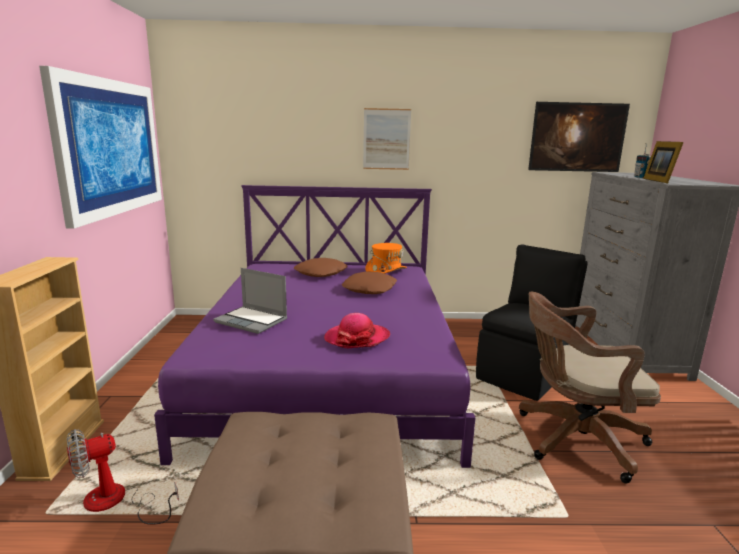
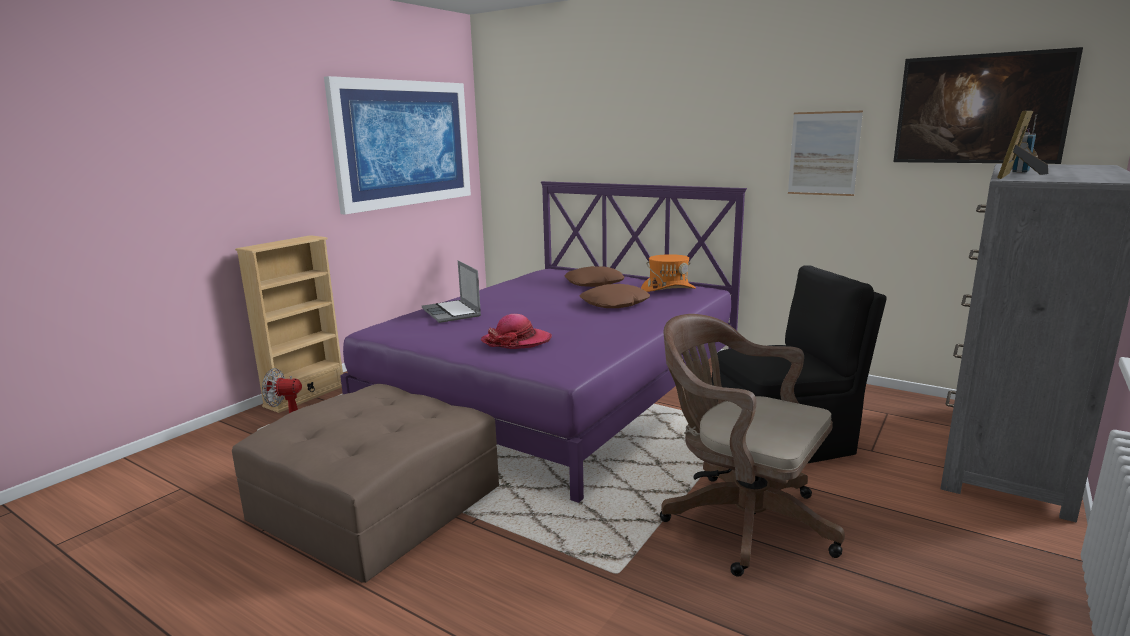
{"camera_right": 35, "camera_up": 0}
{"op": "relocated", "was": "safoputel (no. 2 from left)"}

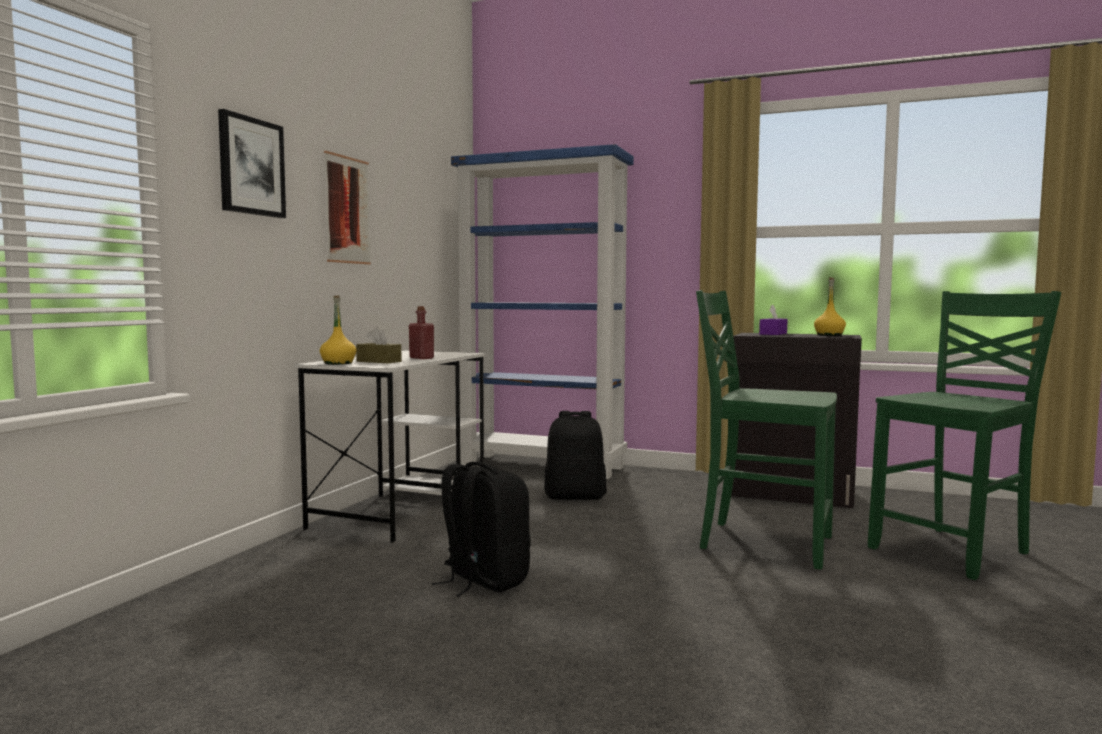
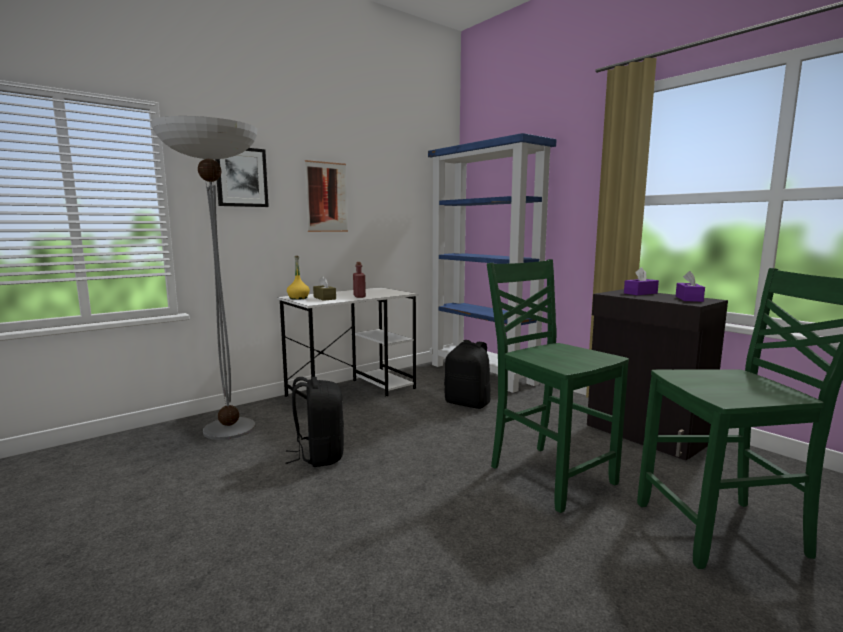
{"camera_right": 30, "camera_up": 5}
{"op": "exchanged", "was": "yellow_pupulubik (no. 2 from left)", "now": "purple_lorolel (no. 2 from left)"}
{"op": "appeared", "now": "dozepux"}

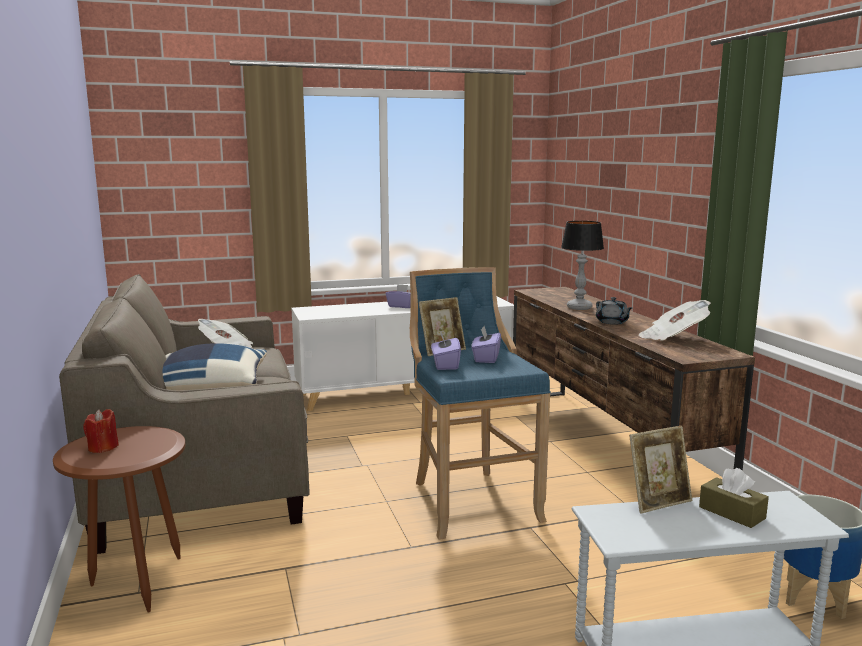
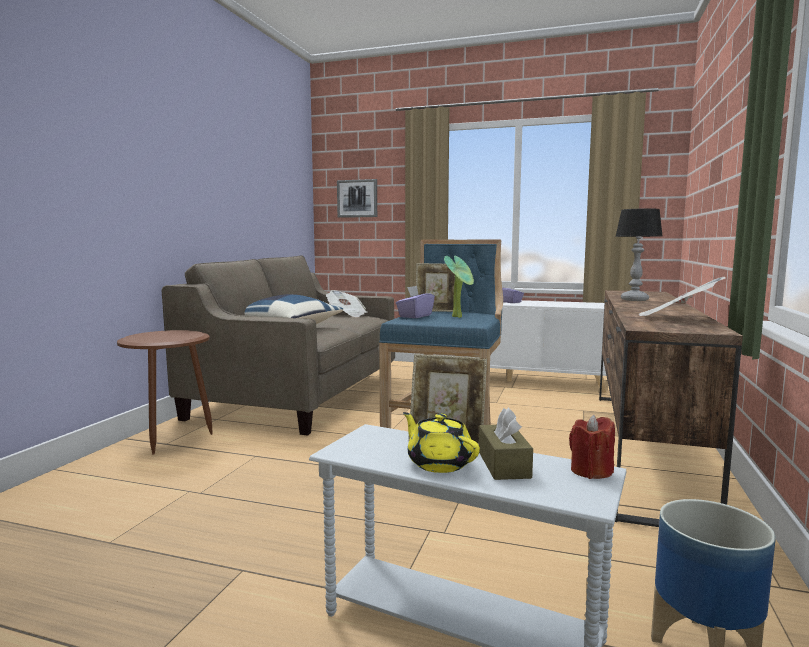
{"camera_right": 35, "camera_up": -5}
{"op": "missing", "was": "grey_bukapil"}
{"op": "exchanged", "was": "purple_lorolel (no. 3 from left)", "now": "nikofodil"}
{"op": "relocated", "was": "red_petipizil"}
{"op": "appeared", "now": "safoputel"}
{"op": "appeared", "now": "yellow_bukapil"}

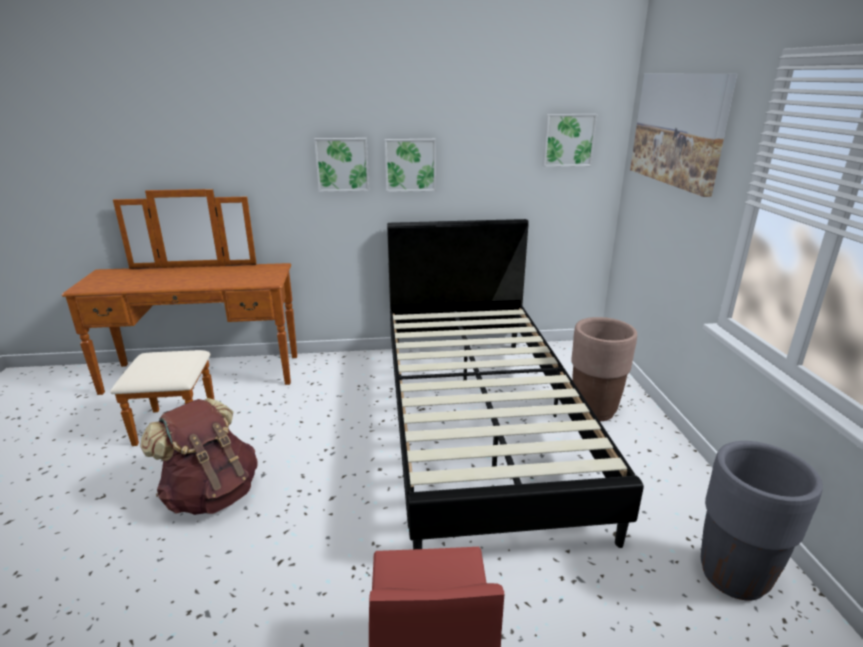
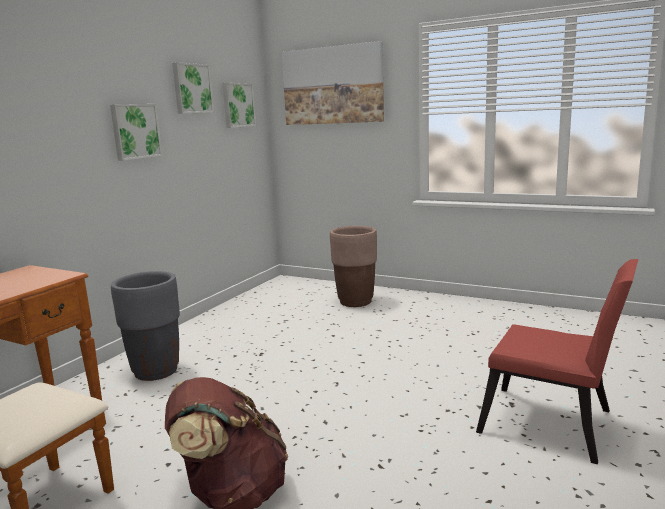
{"camera_right": -55, "camera_up": -10}
{"op": "relocated", "was": "safoputel (no. 1 from left in the first image)", "now": "safoputel (no. 2 from left)"}
{"op": "missing", "was": "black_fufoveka"}
{"op": "relocated", "was": "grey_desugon"}

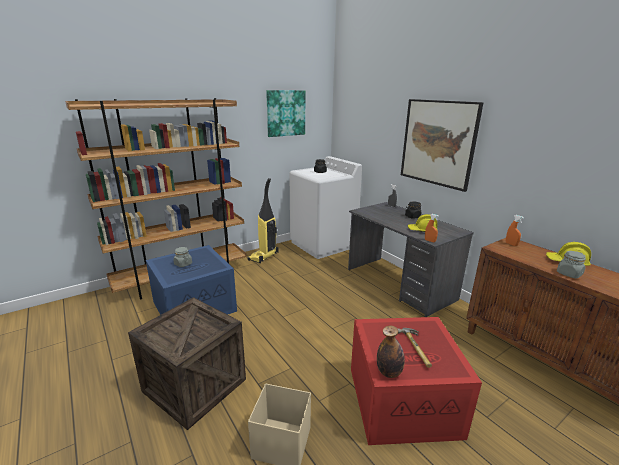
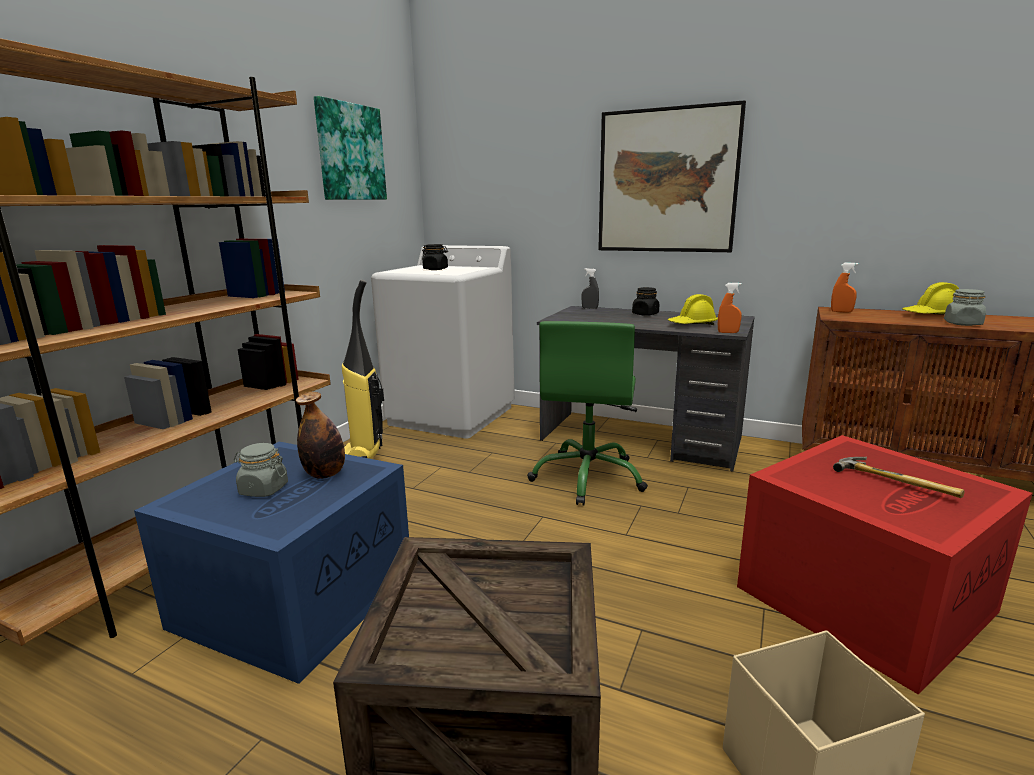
{"camera_right": -30, "camera_up": -5}
{"op": "relocated", "was": "pupulubik"}
{"op": "appeared", "now": "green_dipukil"}

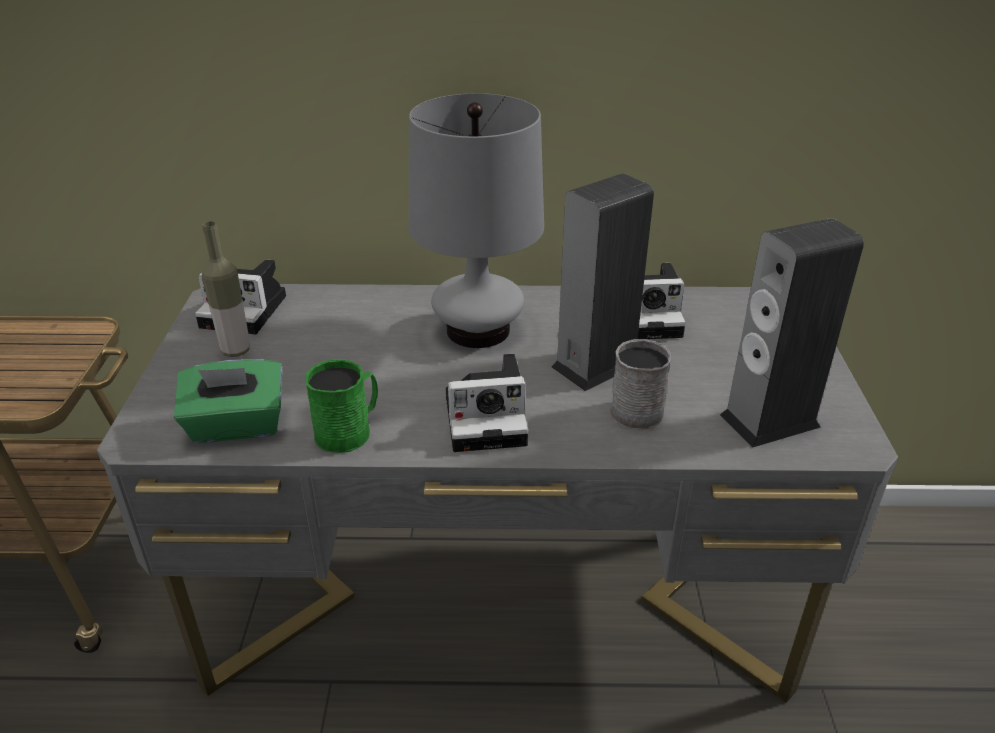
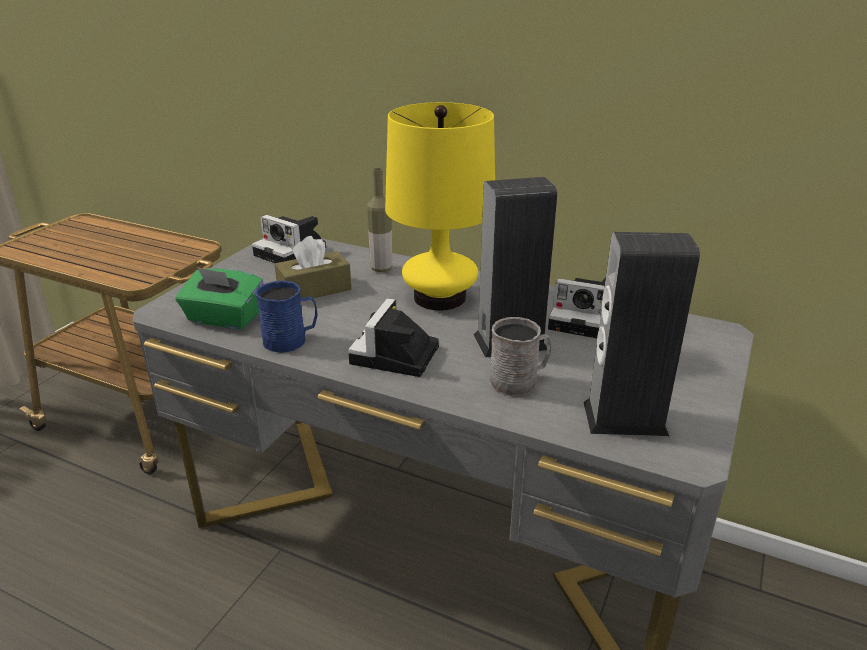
{"camera_right": 25, "camera_up": -5}
{"op": "colour", "was": "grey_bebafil", "now": "yellow_bebafil"}
{"op": "relocated", "was": "pupulubik"}
{"op": "spun", "was": "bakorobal (no. 2 from left)", "clockwise": 90}
{"op": "colour", "was": "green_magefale", "now": "blue_magefale"}
{"op": "appeared", "now": "brown_lorolel"}

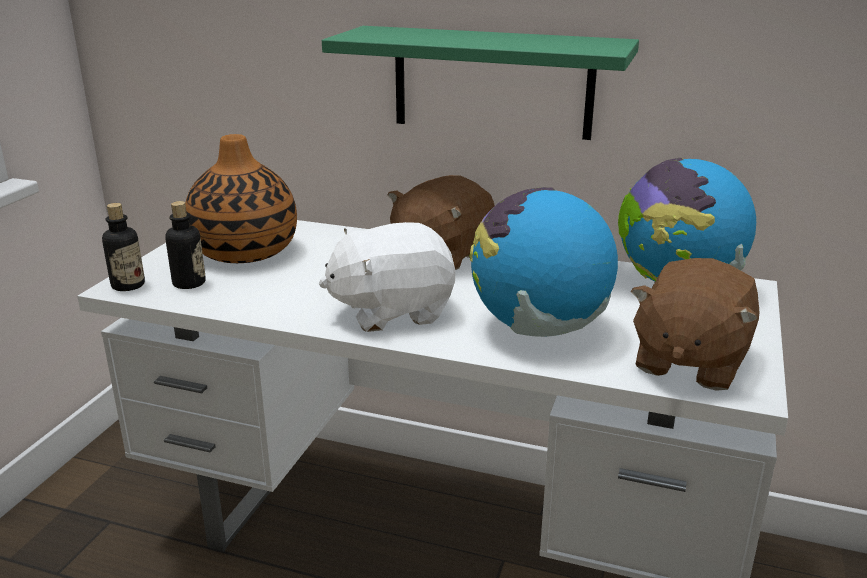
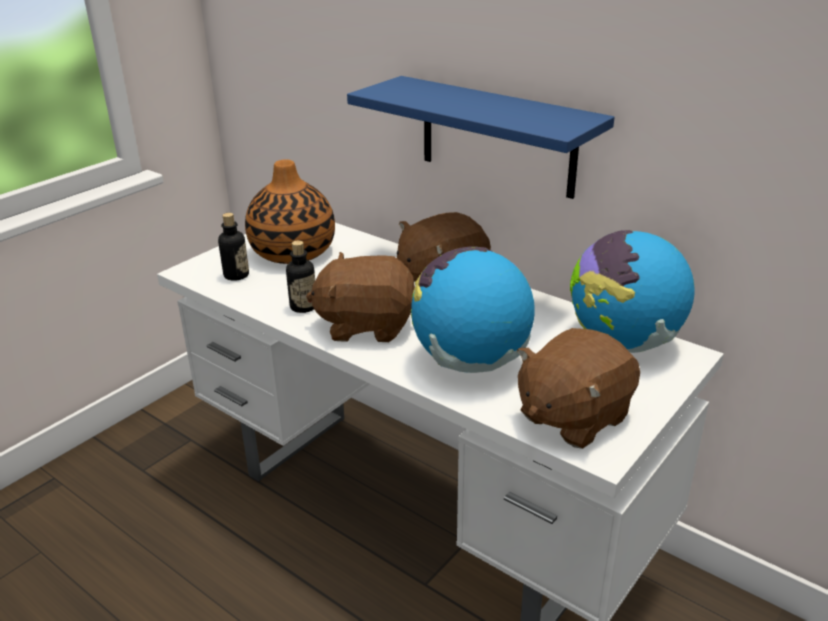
{"camera_right": 20, "camera_up": 5}
{"op": "colour", "was": "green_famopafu", "now": "blue_famopafu"}
{"op": "relocated", "was": "pupulubik (no. 1 from left in the first image)", "now": "pupulubik (no. 2 from left)"}
{"op": "colour", "was": "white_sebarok", "now": "brown_sebarok (no. 1 from left)"}

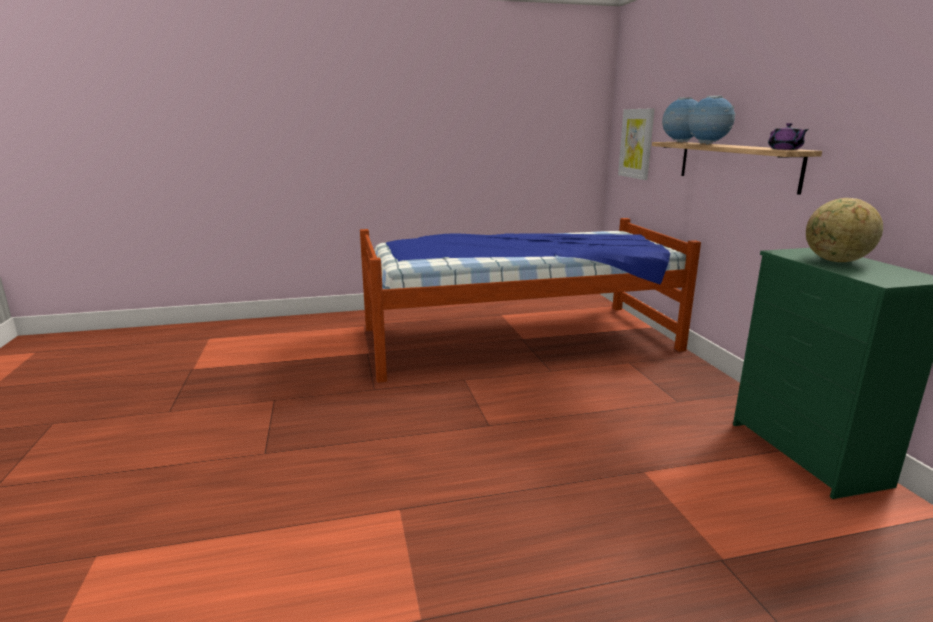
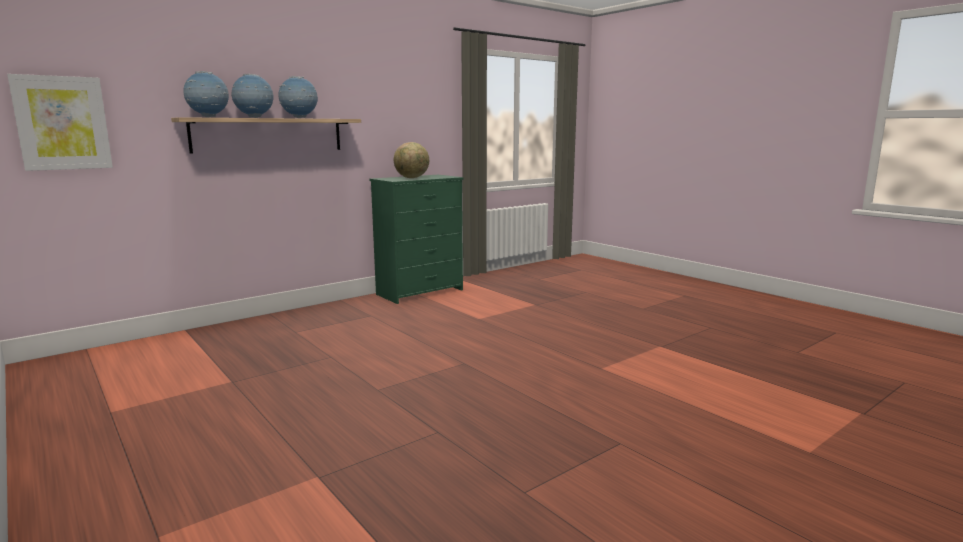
{"camera_right": -115, "camera_up": -5}
{"op": "missing", "was": "purple_bukapil"}
{"op": "missing", "was": "fufoveka"}
{"op": "appeared", "now": "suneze (no. 3 from left)"}

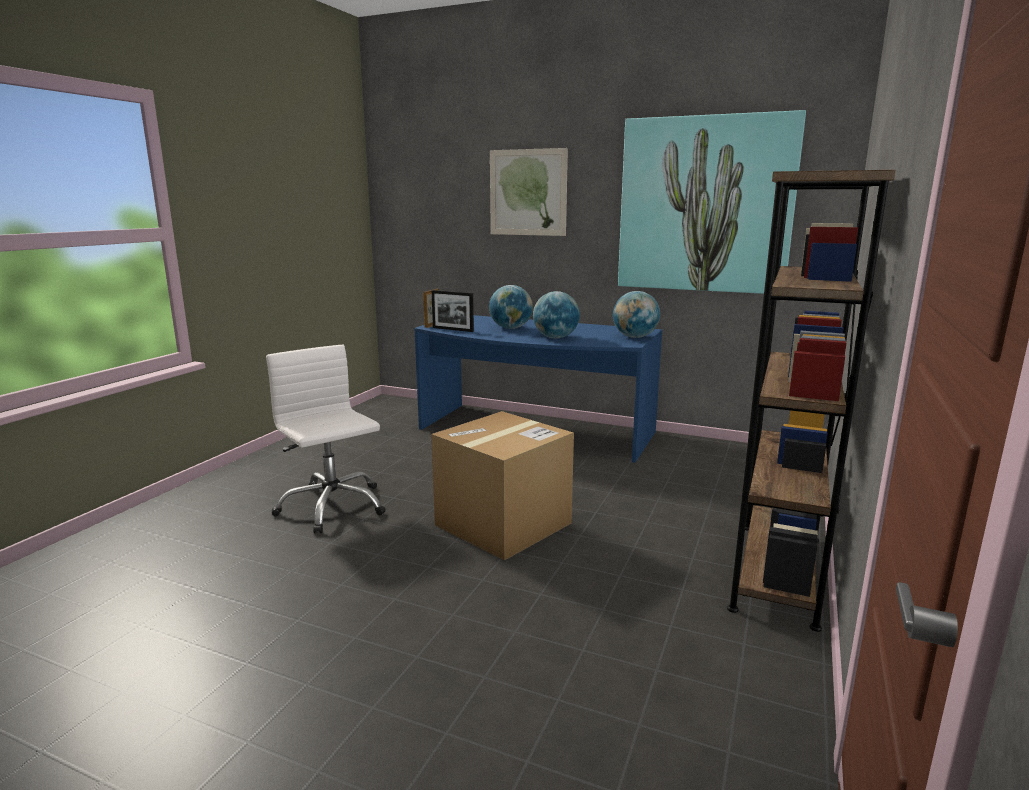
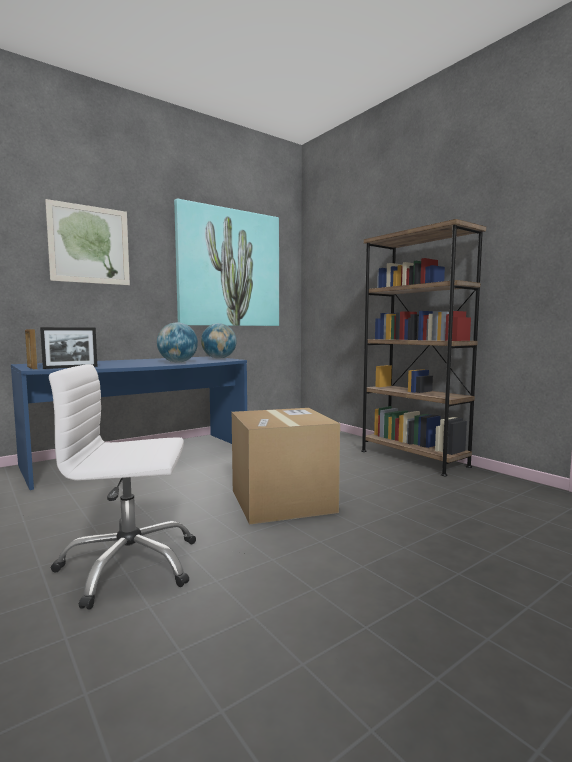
{"camera_right": -60, "camera_up": -10}
{"op": "missing", "was": "suneze (no. 1 from left)"}

